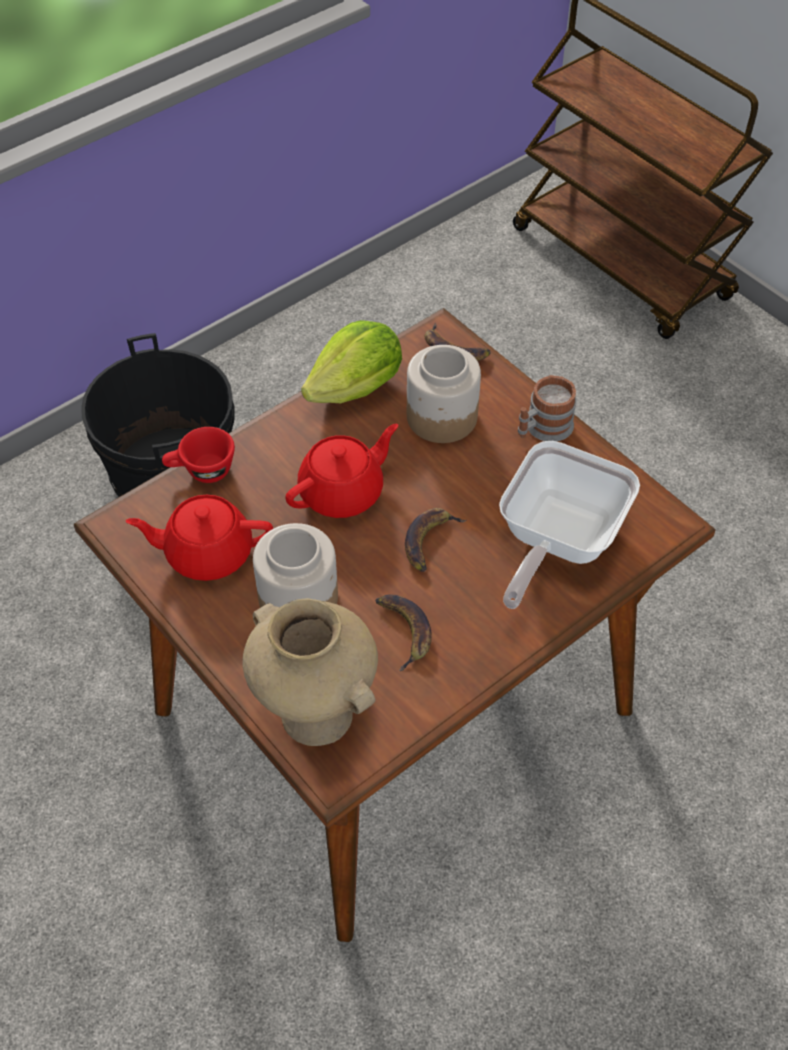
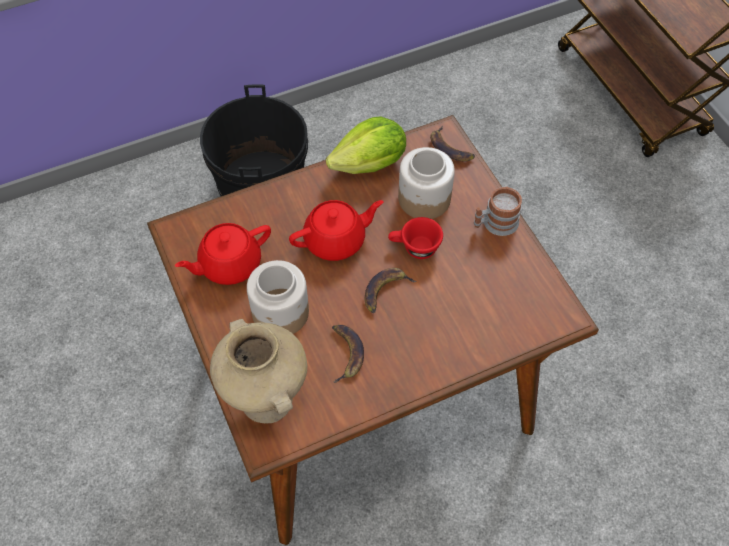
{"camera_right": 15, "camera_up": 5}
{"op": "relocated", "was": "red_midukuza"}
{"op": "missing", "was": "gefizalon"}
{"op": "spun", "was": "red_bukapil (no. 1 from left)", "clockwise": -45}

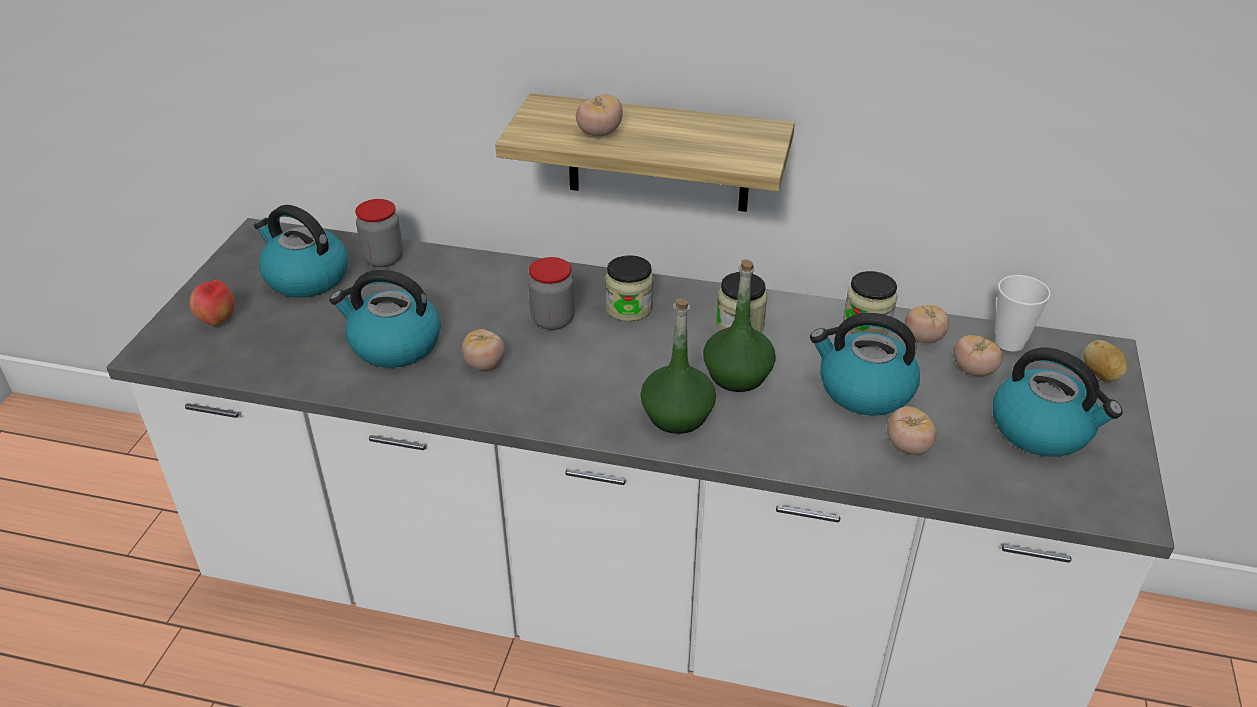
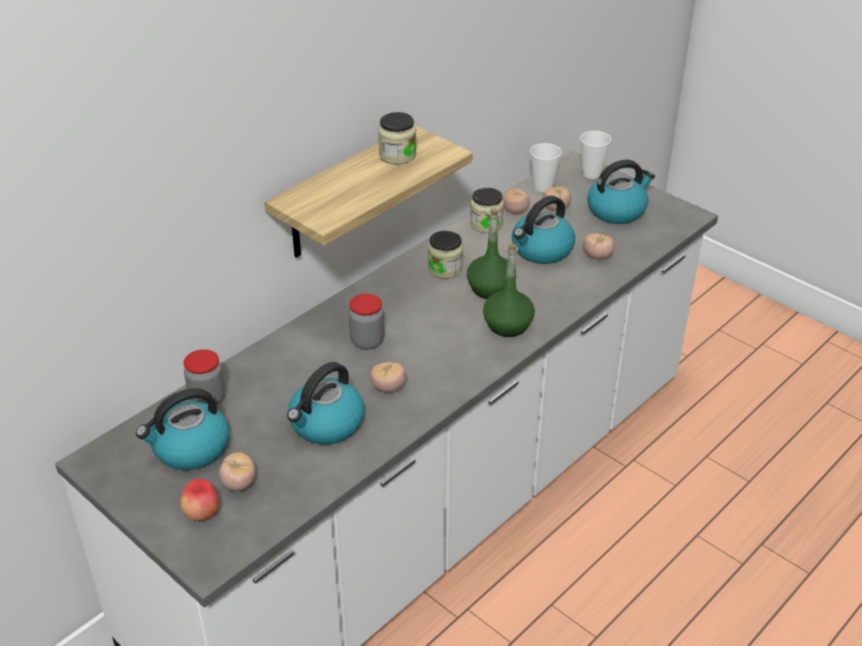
{"camera_right": -60, "camera_up": 0}
{"op": "relocated", "was": "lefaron (no. 2 from left in the first image)", "now": "lefaron (no. 1 from left)"}
{"op": "relocated", "was": "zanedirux (no. 3 from left)"}
{"op": "exchanged", "was": "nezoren", "now": "midukuza (no. 2 from left)"}

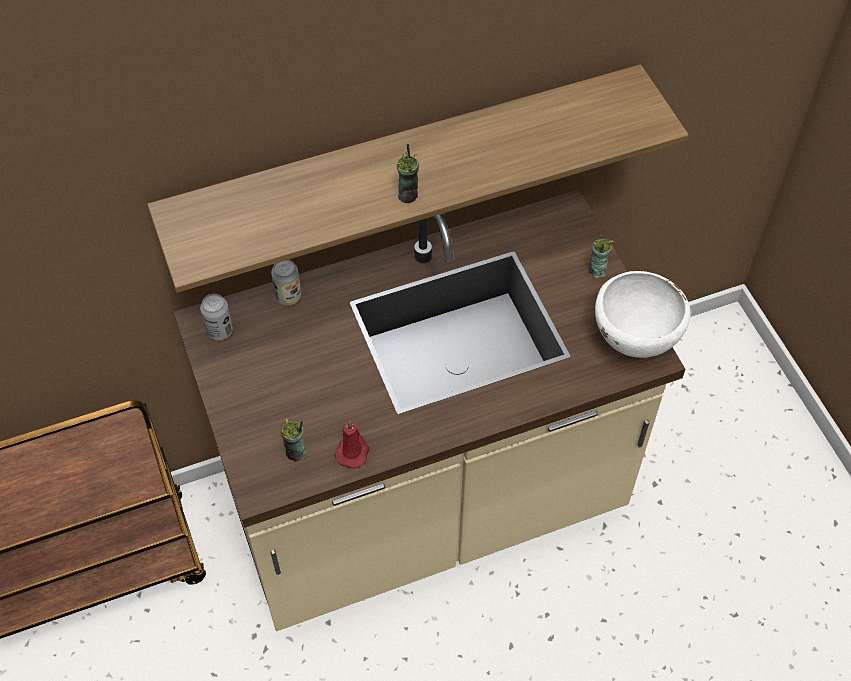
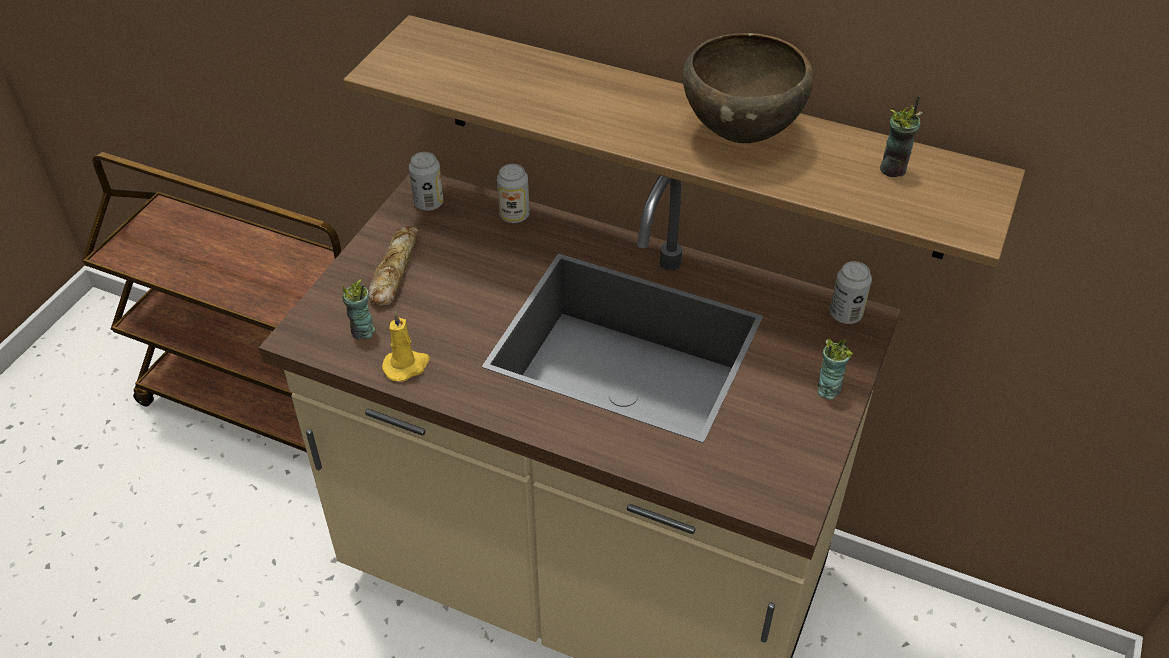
{"camera_right": 45, "camera_up": -10}
{"op": "relocated", "was": "midukuza (no. 2 from left in the first image)", "now": "midukuza (no. 3 from left)"}
{"op": "missing", "was": "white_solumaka"}
{"op": "colour", "was": "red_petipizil", "now": "yellow_petipizil"}
{"op": "appeared", "now": "brown_solumaka"}
{"op": "appeared", "now": "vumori"}
{"op": "appeared", "now": "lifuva (no. 3 from left)"}

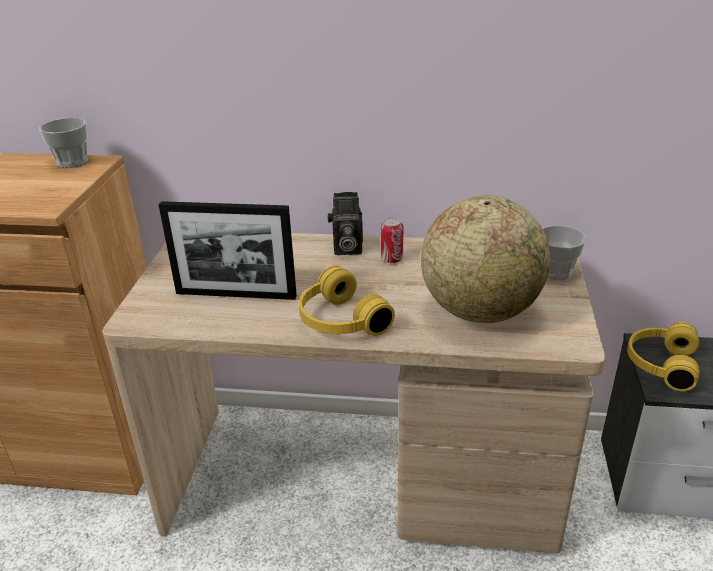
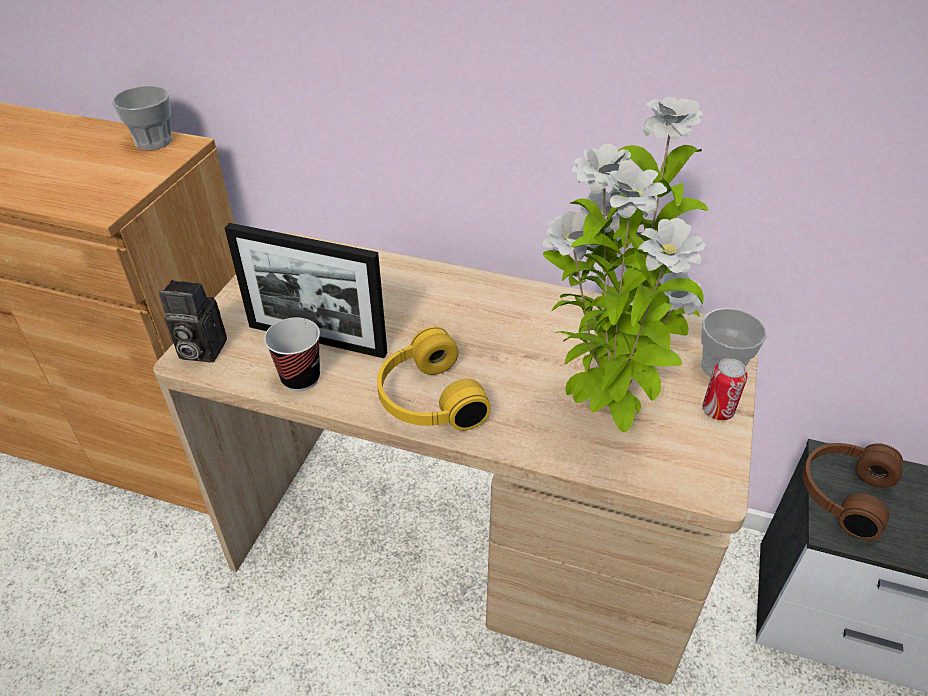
{"camera_right": 10, "camera_up": 10}
{"op": "relocated", "was": "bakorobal"}
{"op": "exchanged", "was": "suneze", "now": "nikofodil"}
{"op": "relocated", "was": "lifuva"}
{"op": "colour", "was": "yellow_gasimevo (no. 2 from left)", "now": "brown_gasimevo"}
{"op": "appeared", "now": "midukuza (no. 2 from left)"}

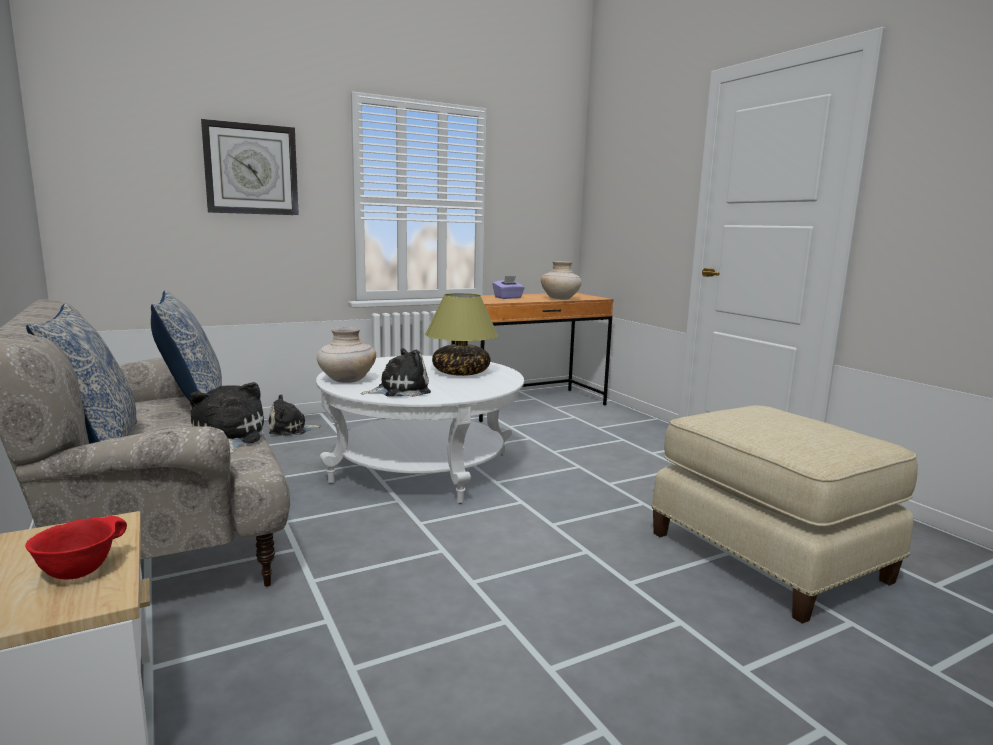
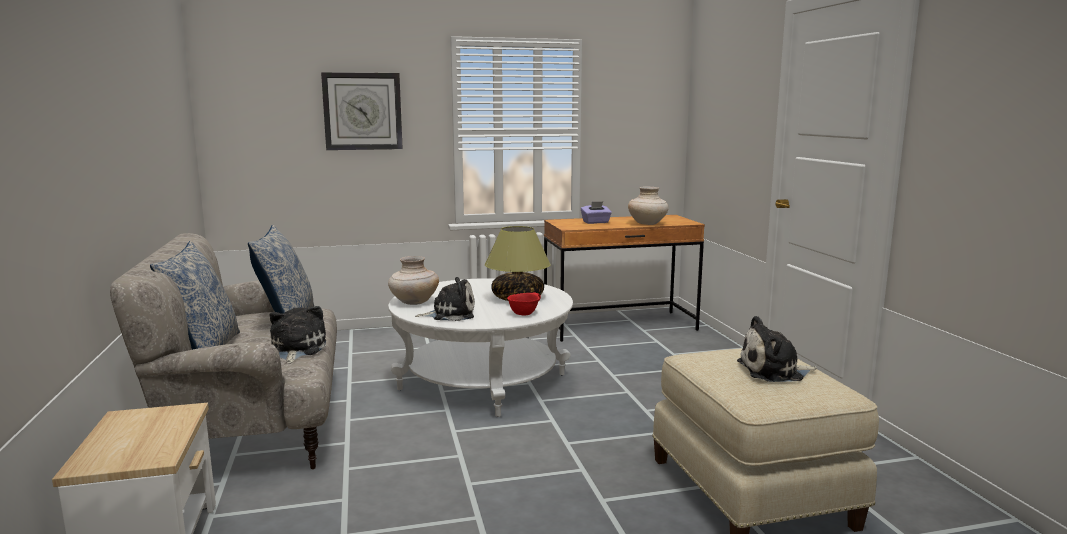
{"camera_right": 15, "camera_up": 0}
{"op": "relocated", "was": "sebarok (no. 2 from left in the first image)", "now": "sebarok (no. 3 from left)"}
{"op": "relocated", "was": "red_solumaka"}

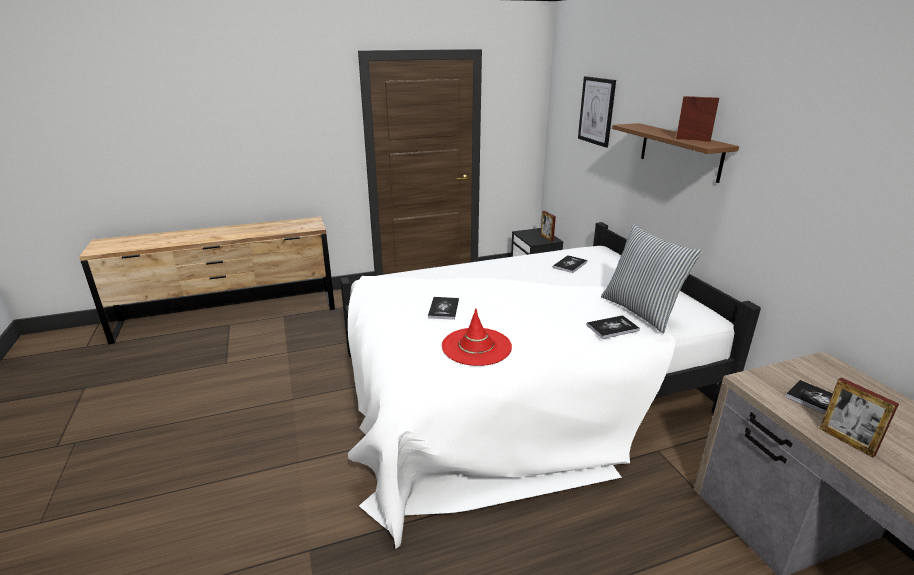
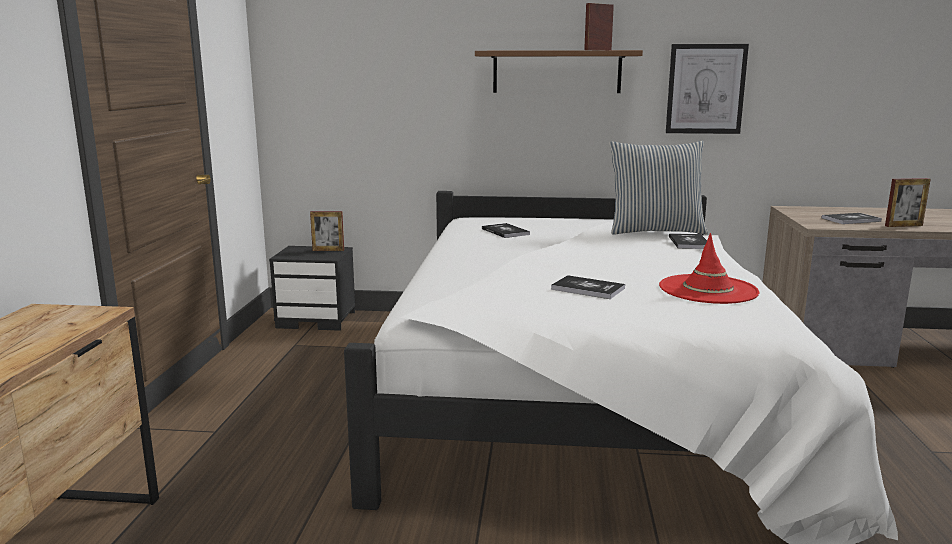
{"camera_right": -65, "camera_up": -10}
{"op": "relocated", "was": "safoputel"}

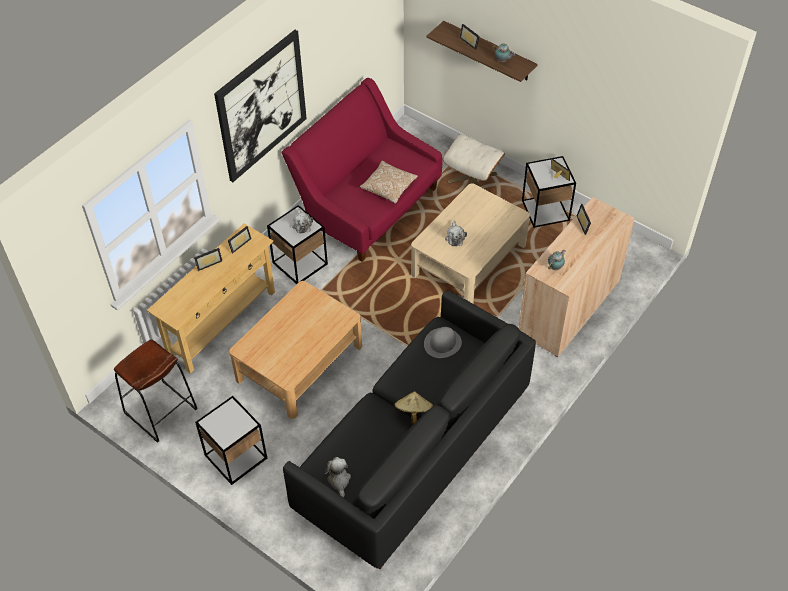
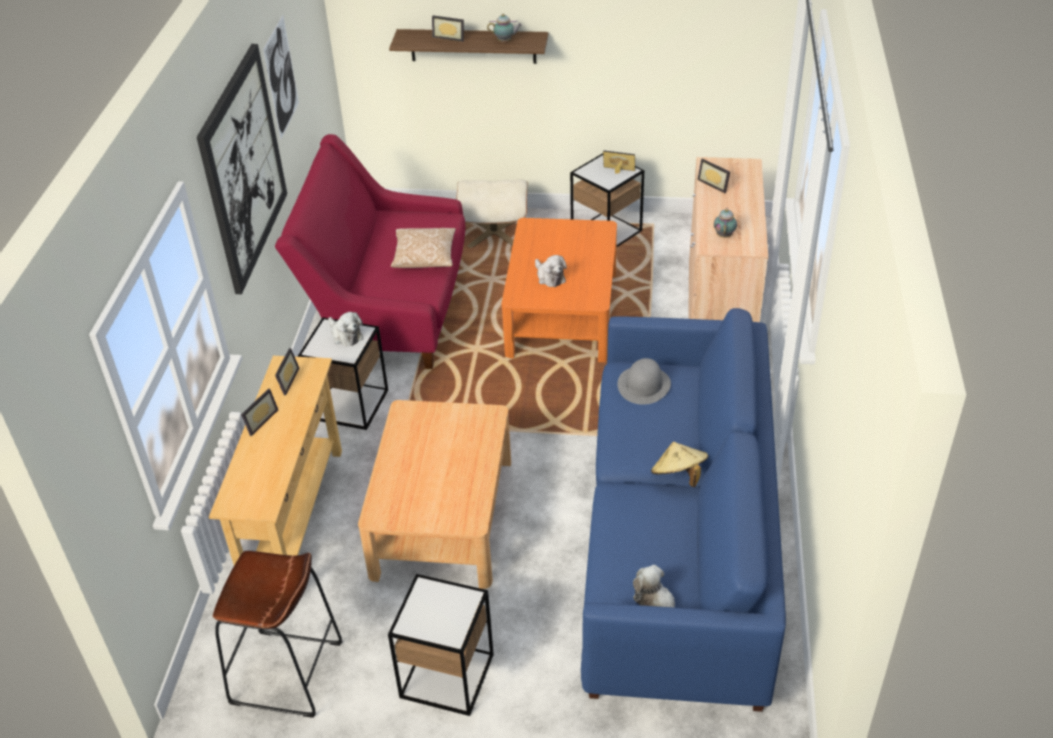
{"camera_right": -30, "camera_up": -10}
{"op": "colour", "was": "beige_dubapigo (no. 2 from left)", "now": "orange_dubapigo"}
{"op": "colour", "was": "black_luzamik", "now": "blue_luzamik"}
{"op": "appeared", "now": "safoputel (no. 2 from left)"}

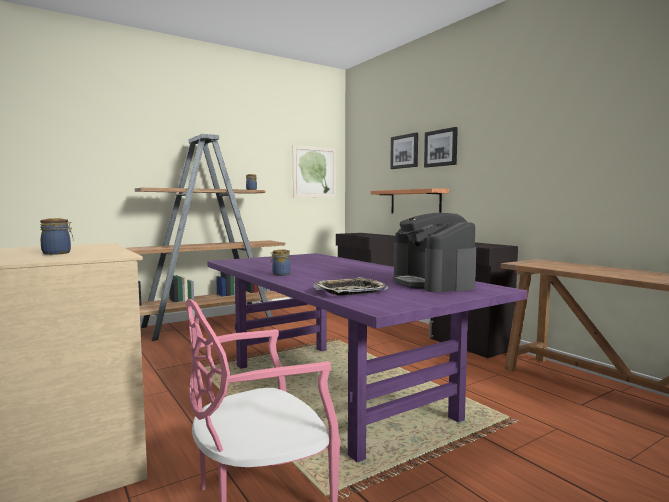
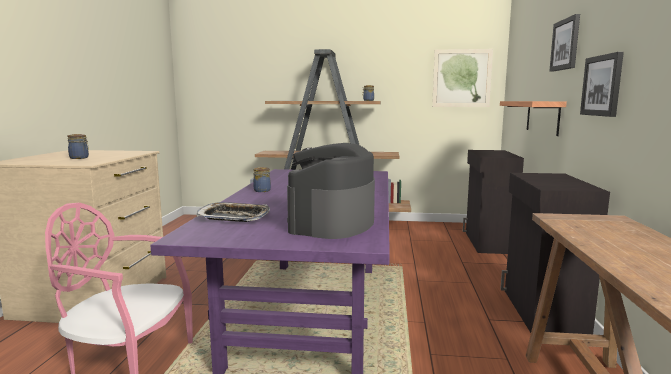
{"camera_right": 40, "camera_up": 5}
{"op": "relocated", "was": "safoputel (no. 2 from left in the first image)", "now": "safoputel (no. 3 from left)"}

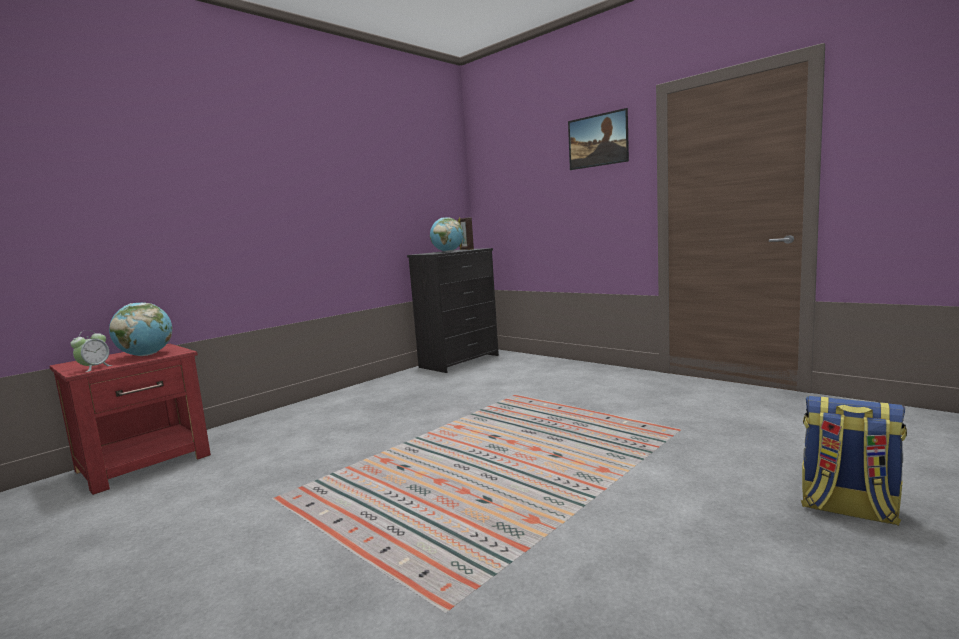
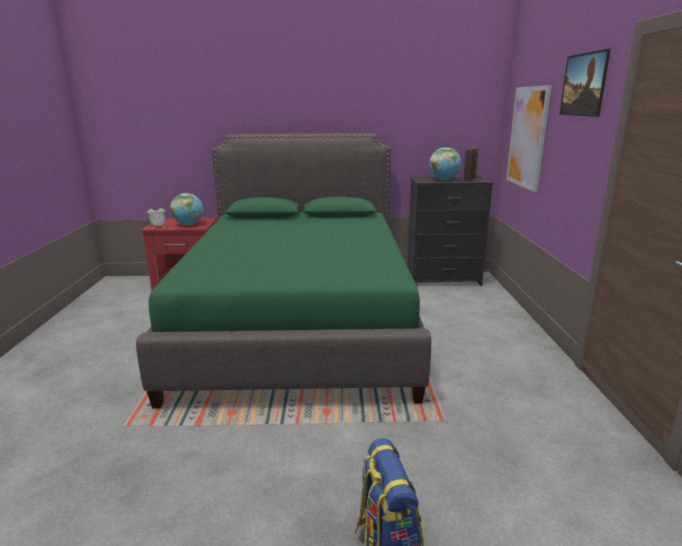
{"camera_right": 45, "camera_up": 10}
{"op": "appeared", "now": "safoputel (no. 1 from left)"}
{"op": "appeared", "now": "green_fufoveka"}

